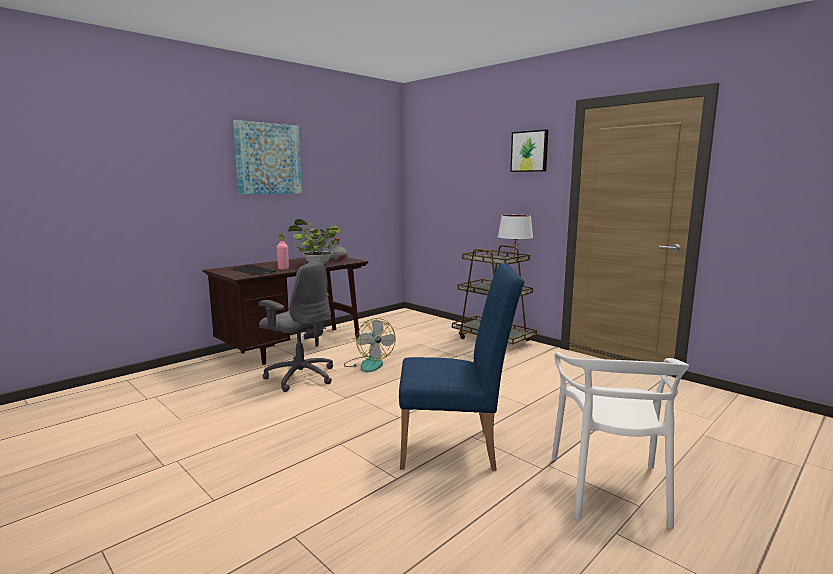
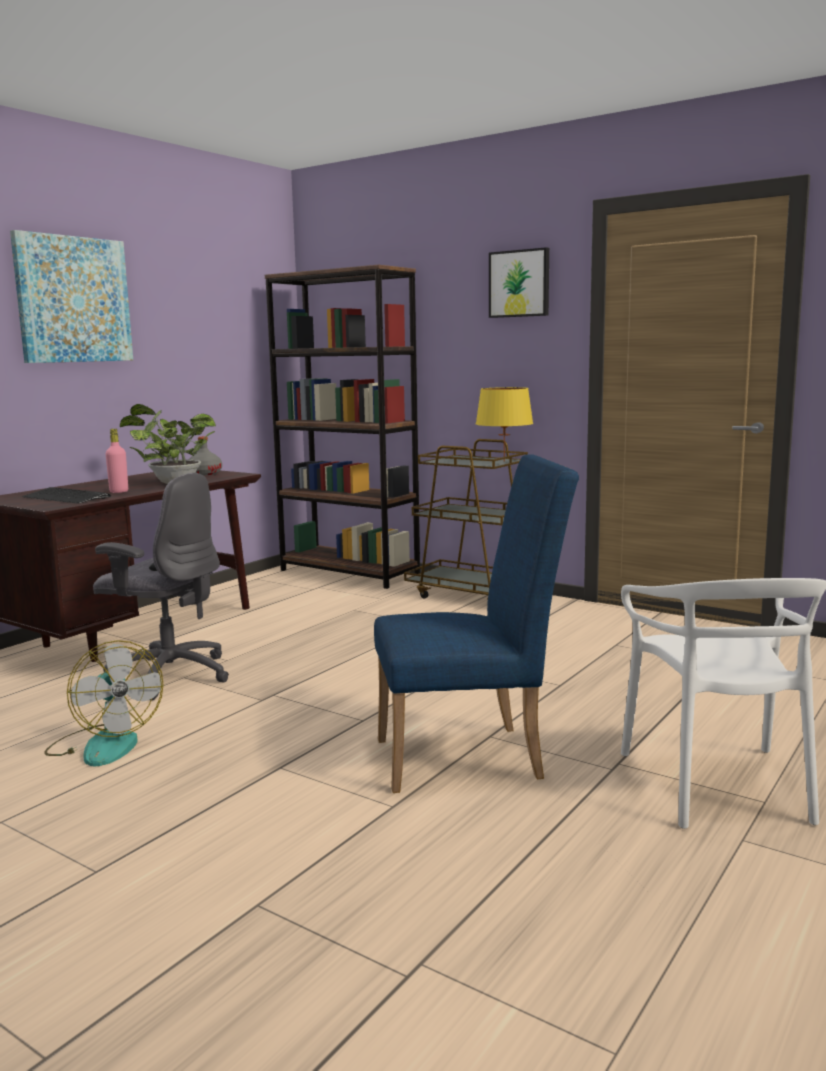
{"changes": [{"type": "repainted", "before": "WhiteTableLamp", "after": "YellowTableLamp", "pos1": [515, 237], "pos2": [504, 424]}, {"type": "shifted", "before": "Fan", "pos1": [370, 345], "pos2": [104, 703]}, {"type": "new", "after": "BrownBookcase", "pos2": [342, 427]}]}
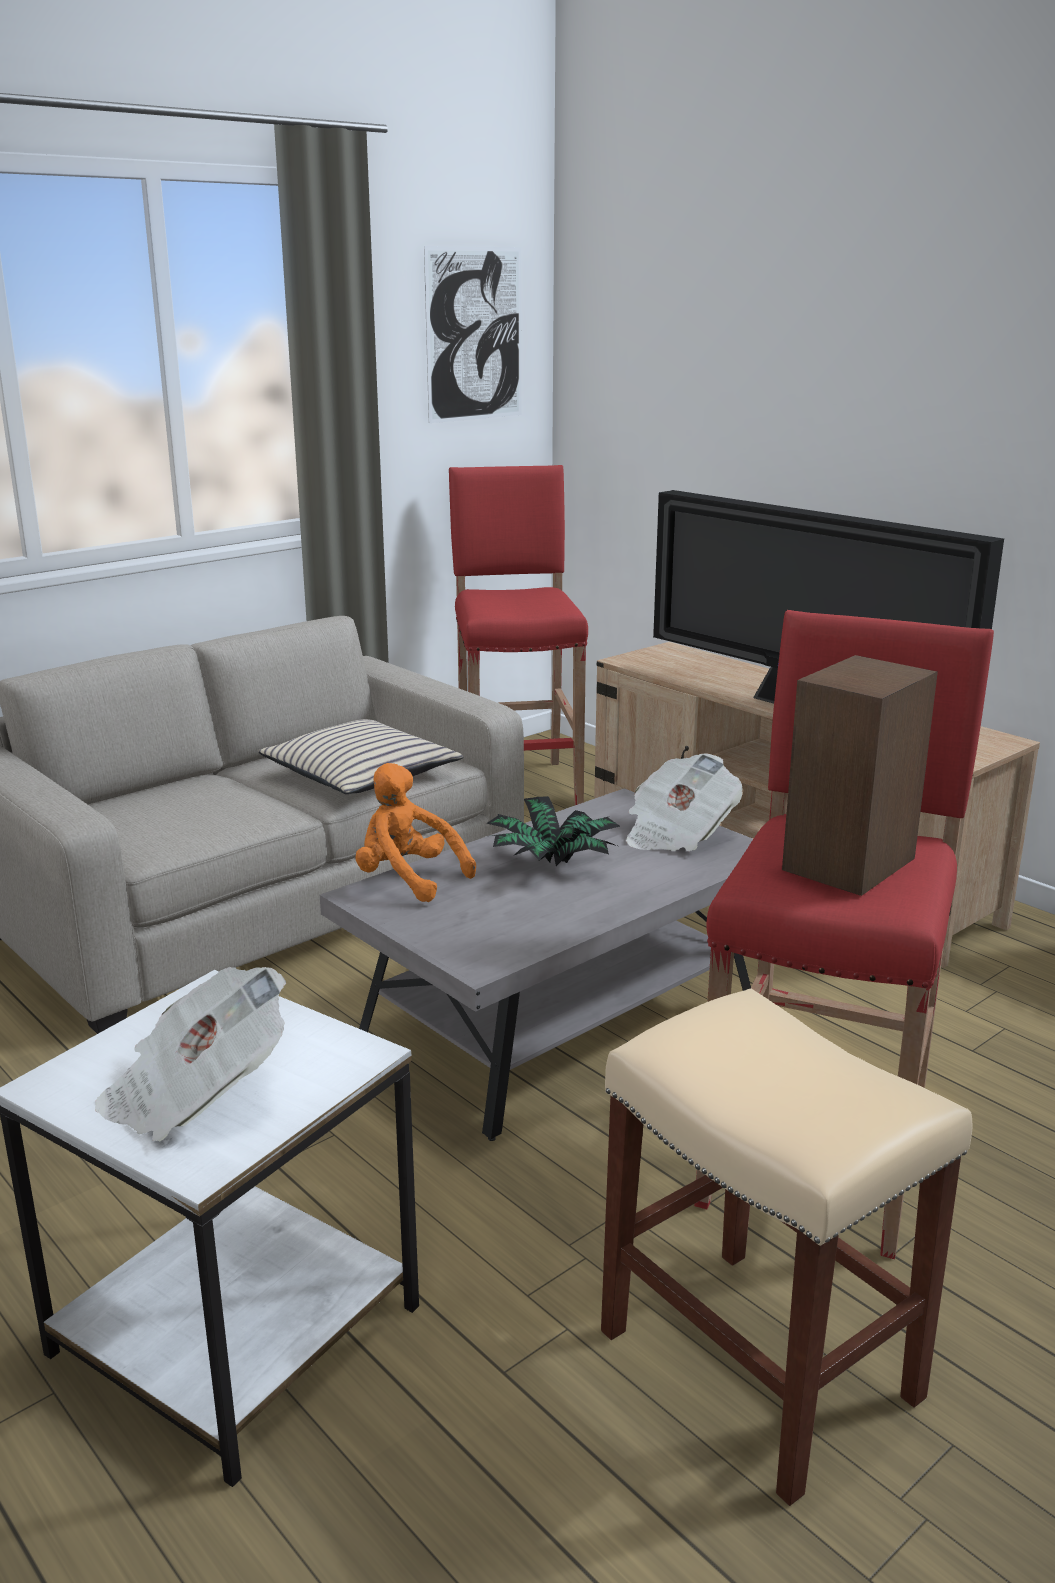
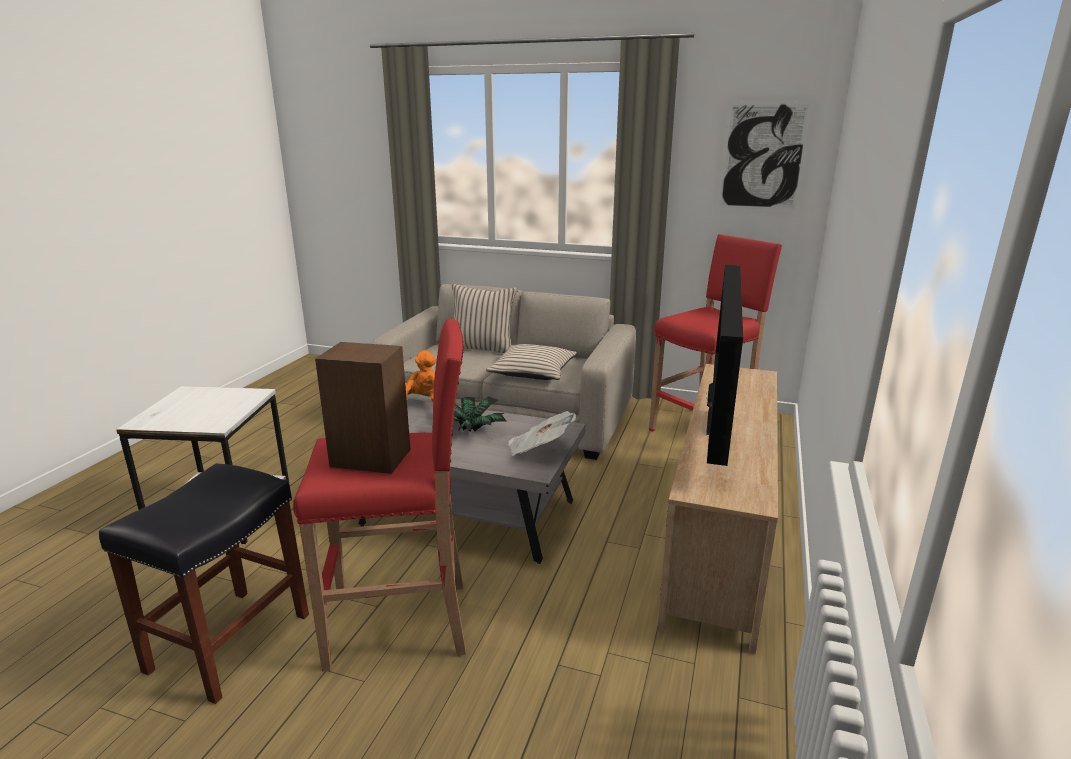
{"changes": [{"type": "gone", "before": "Newspaper", "pos1": [190, 1054]}, {"type": "repainted", "before": "BeigeStool", "after": "BlackStool", "pos1": [786, 1247], "pos2": [204, 583]}, {"type": "new", "after": "BeigePillow", "pos2": [485, 318]}]}
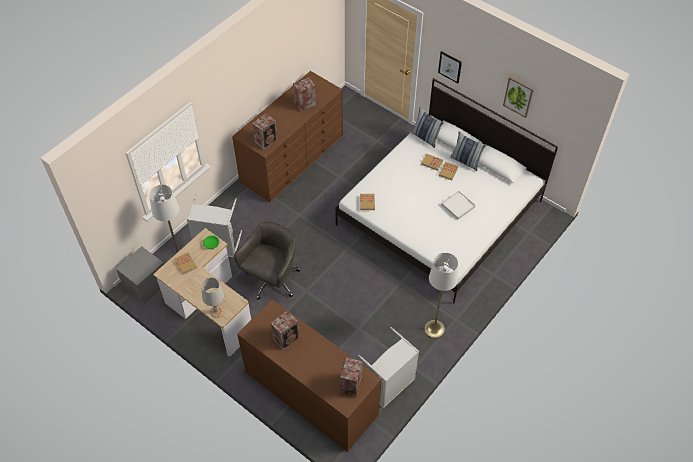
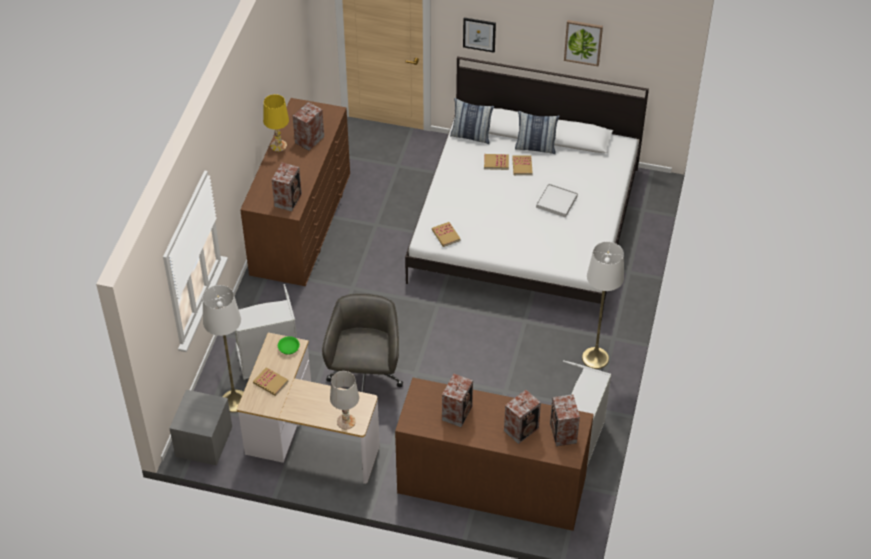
{"changes": [{"type": "new", "after": "YellowTableLamp", "pos2": [276, 123]}, {"type": "new", "after": "Speaker", "pos2": [522, 417]}]}
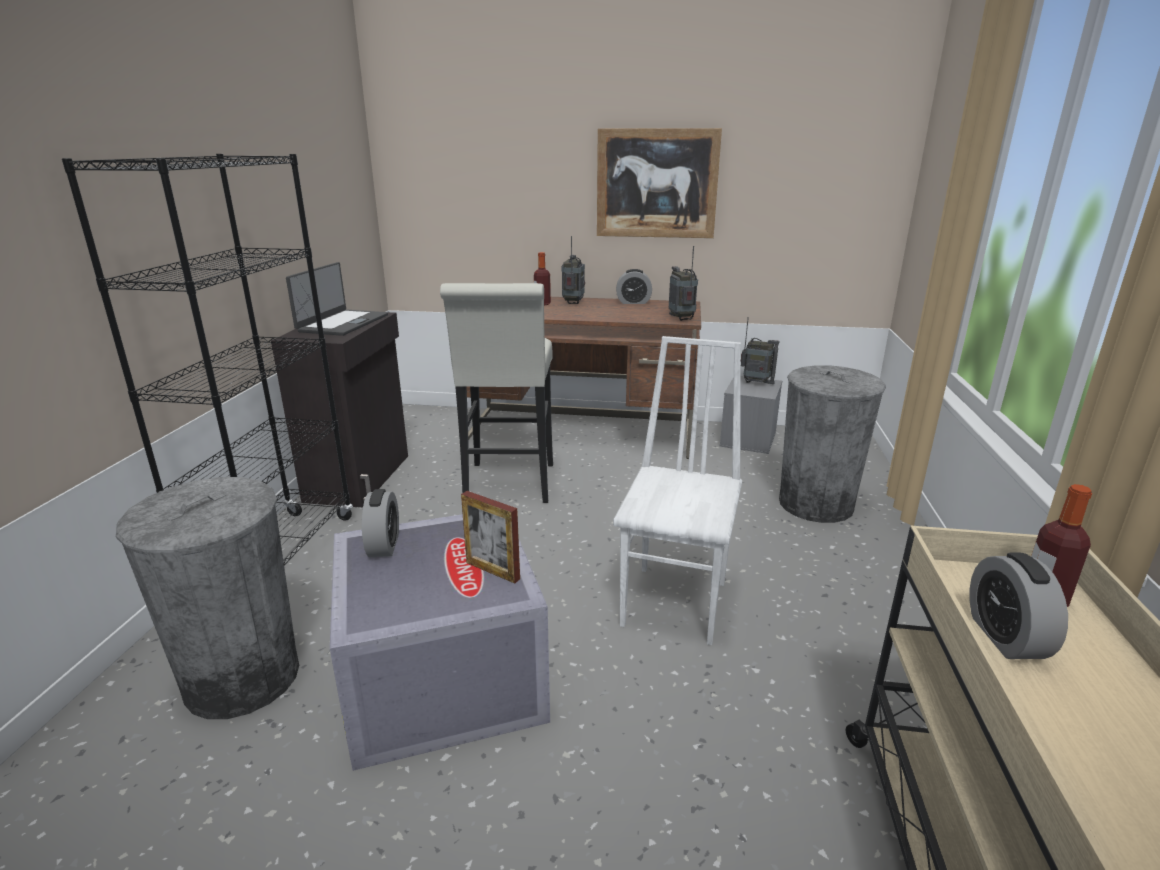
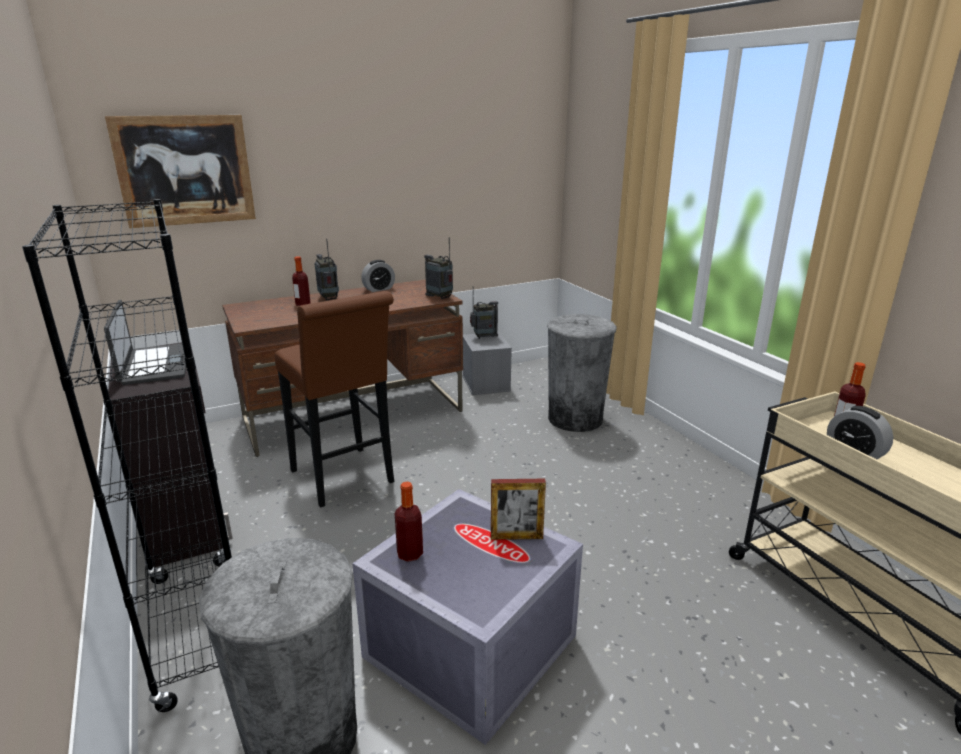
{"changes": [{"type": "shifted", "before": "Picture", "pos1": [659, 183], "pos2": [180, 171]}, {"type": "repainted", "before": "WhiteStool", "after": "BrownStool", "pos1": [496, 393], "pos2": [334, 399]}, {"type": "gone", "before": "WhiteChair", "pos1": [677, 490]}, {"type": "swapped", "before": "AlarmClock", "after": "Bottle", "pos1": [380, 523], "pos2": [409, 522]}]}
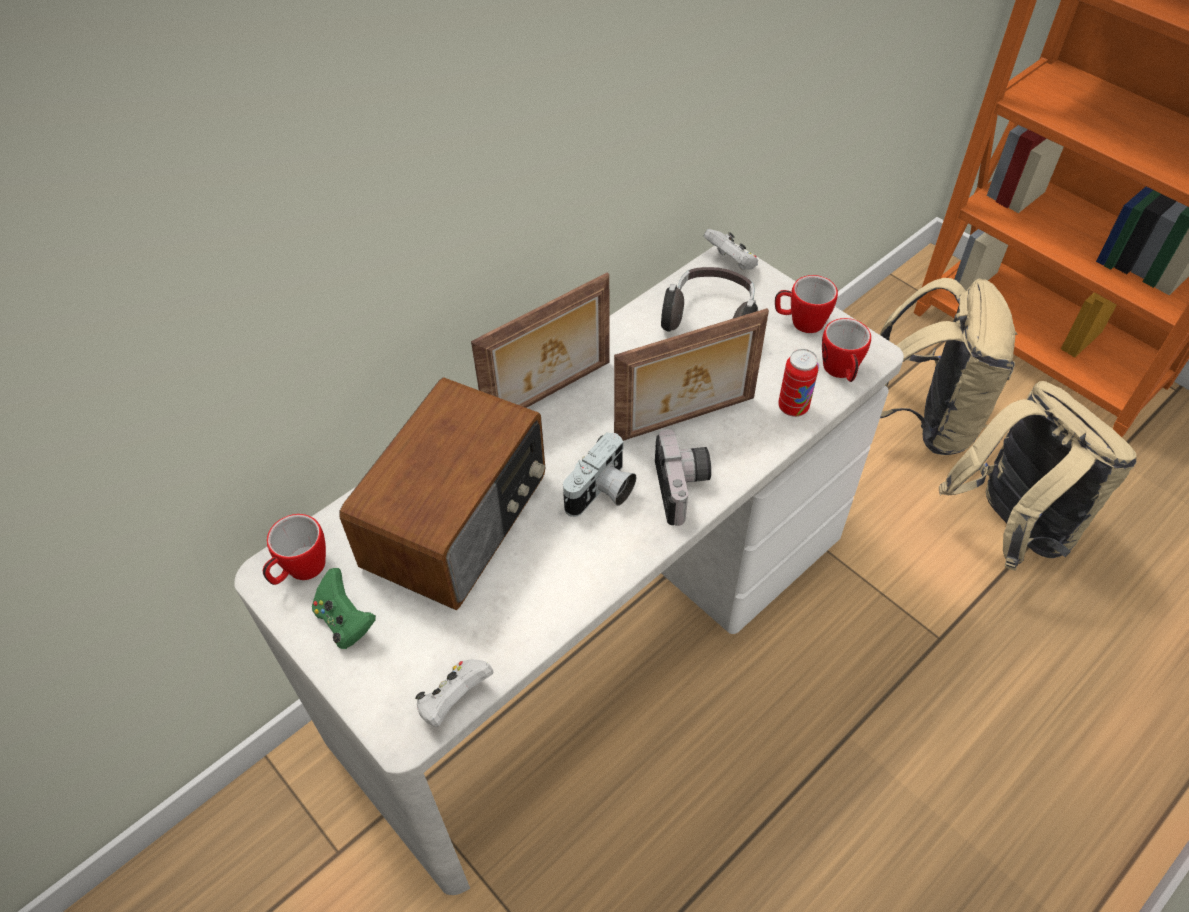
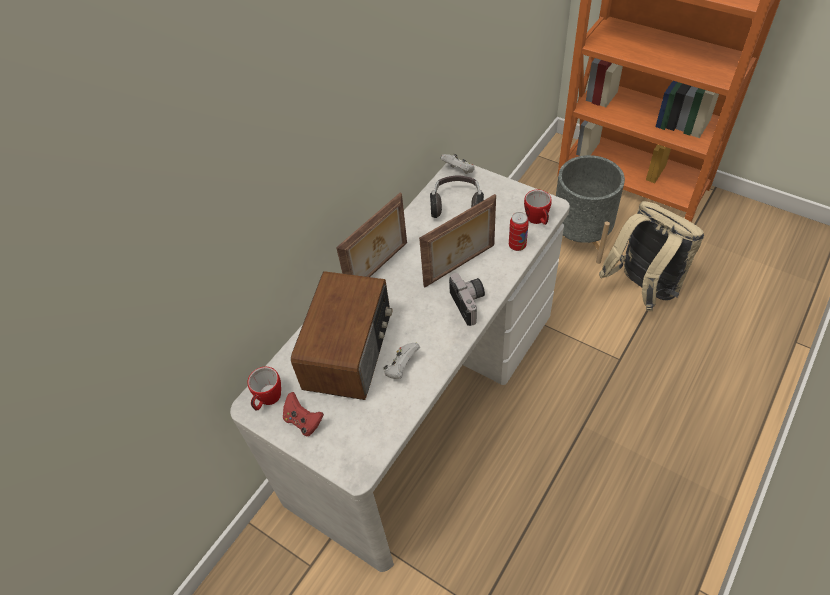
{"changes": [{"type": "gone", "before": "Mug", "pos1": [806, 304]}, {"type": "swapped", "before": "BeigeBackpack", "after": "GreyPlanter", "pos1": [949, 366], "pos2": [590, 209]}, {"type": "gone", "before": "PhotoCamera", "pos1": [599, 474]}, {"type": "repainted", "before": "GreenGameController", "after": "RedGameController", "pos1": [344, 608], "pos2": [303, 414]}, {"type": "shifted", "before": "WhiteGameController", "pos1": [454, 693], "pos2": [401, 361]}]}
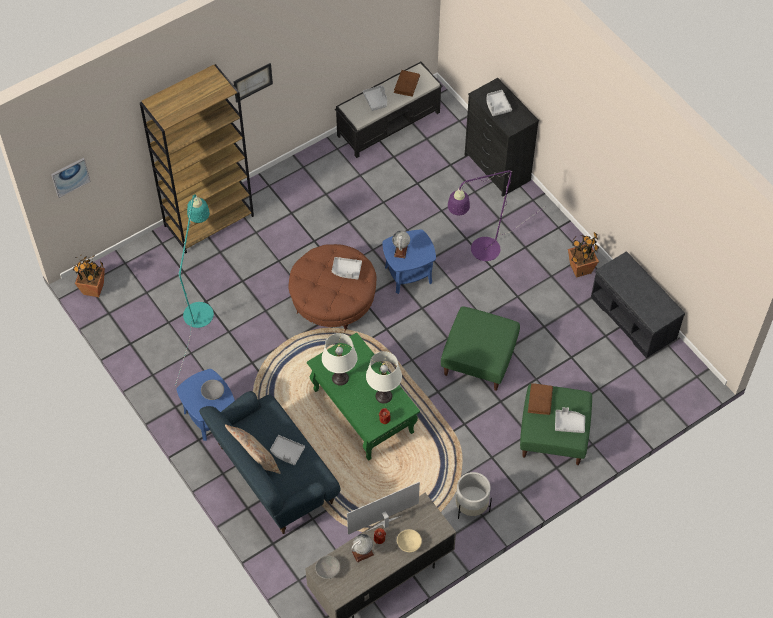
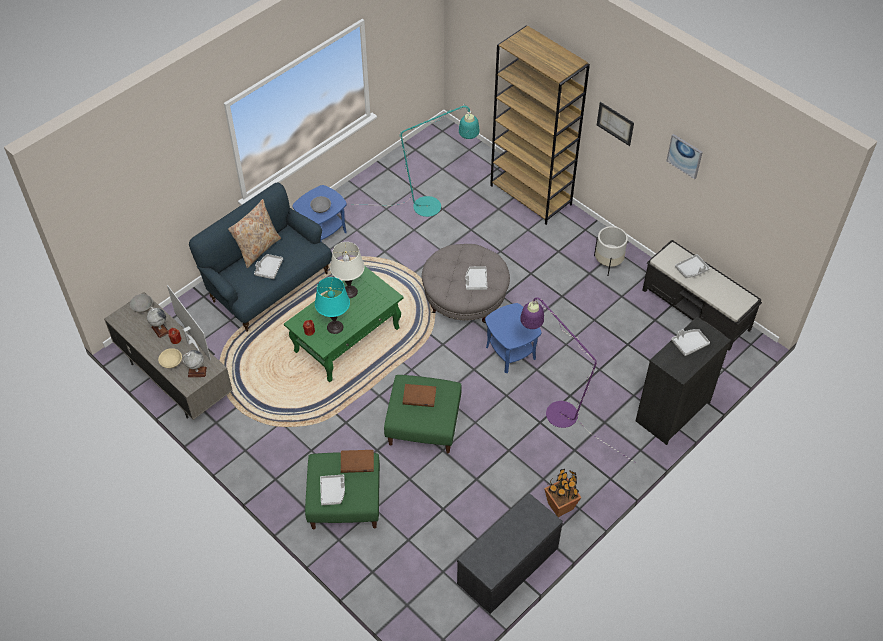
{"changes": [{"type": "shifted", "before": "BrownBook", "pos1": [407, 83], "pos2": [419, 395]}, {"type": "shifted", "before": "Picture", "pos1": [71, 178], "pos2": [684, 156]}, {"type": "shifted", "before": "Globe", "pos1": [401, 244], "pos2": [194, 363]}, {"type": "repainted", "before": "BrownOttoman", "after": "GreyOttoman", "pos1": [332, 288], "pos2": [466, 283]}, {"type": "gone", "before": "PottedPlant", "pos1": [89, 276]}, {"type": "repainted", "before": "WhiteTableLamp", "after": "TurquoiseTableLamp", "pos1": [384, 377], "pos2": [332, 305]}, {"type": "shifted", "before": "WhitePlanter", "pos1": [474, 495], "pos2": [611, 250]}]}
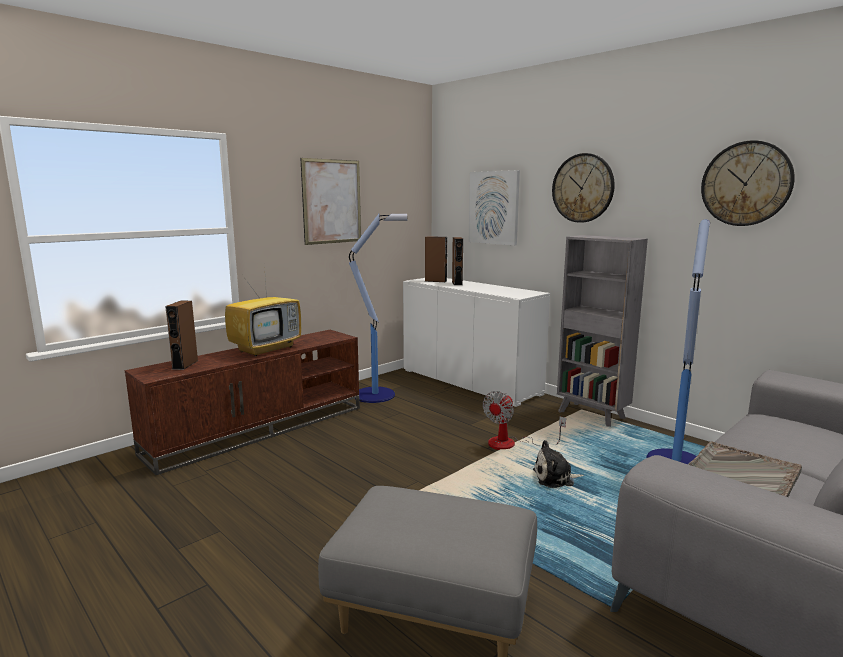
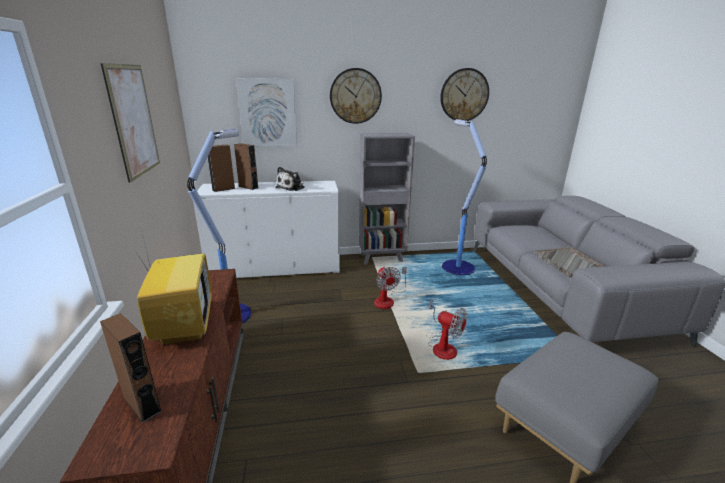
{"changes": [{"type": "shifted", "before": "PlushToy", "pos1": [558, 464], "pos2": [290, 179]}, {"type": "new", "after": "Fan", "pos2": [446, 330]}]}
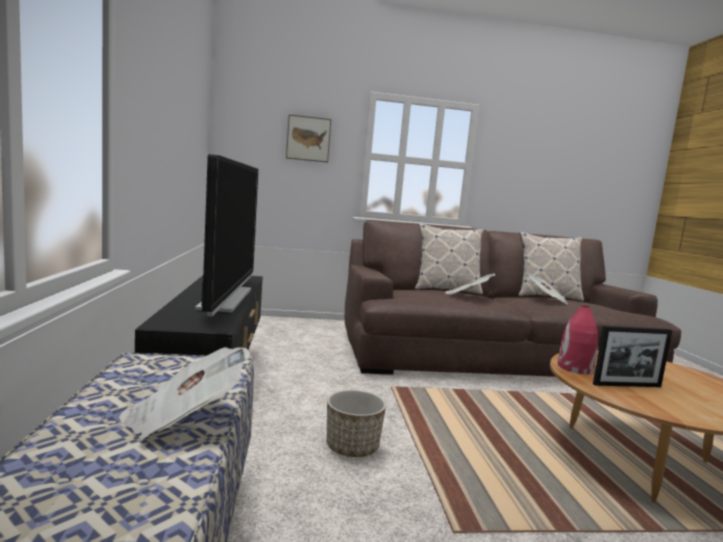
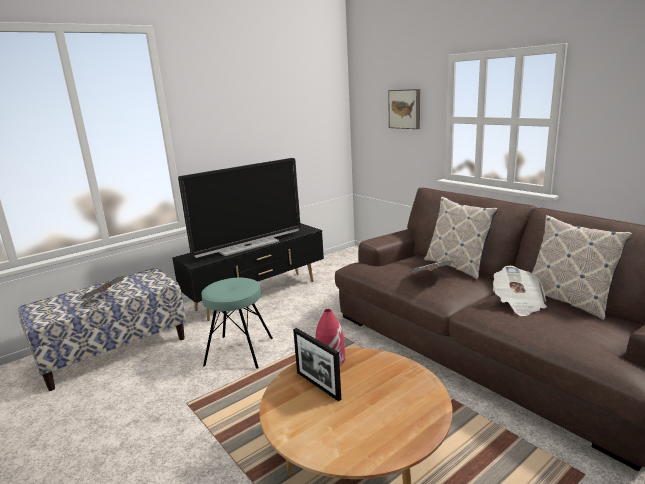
{"changes": [{"type": "swapped", "before": "Planter", "after": "TurquoiseStool", "pos1": [356, 423], "pos2": [237, 323]}]}
